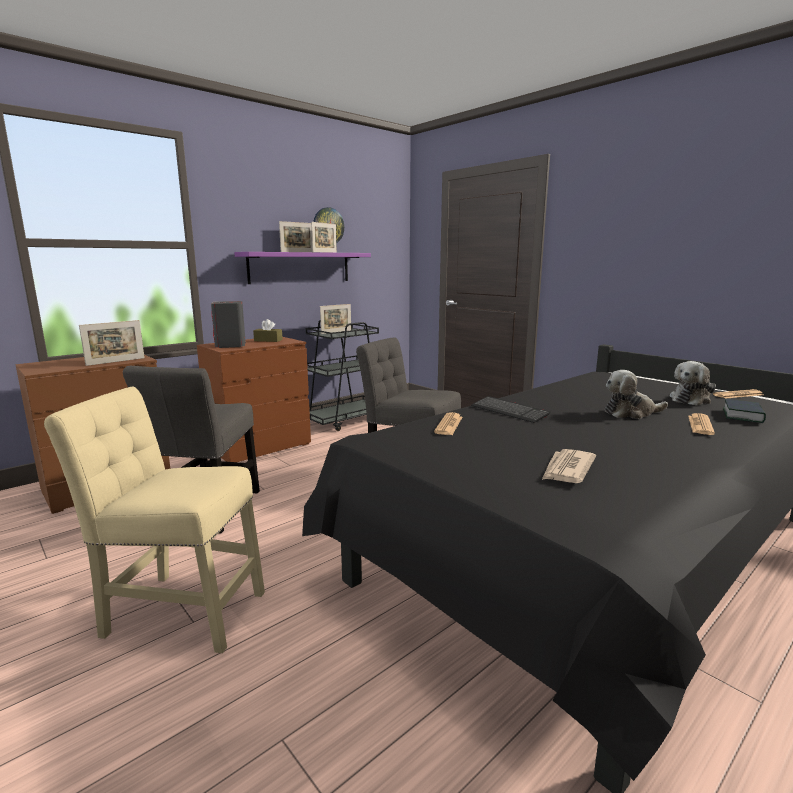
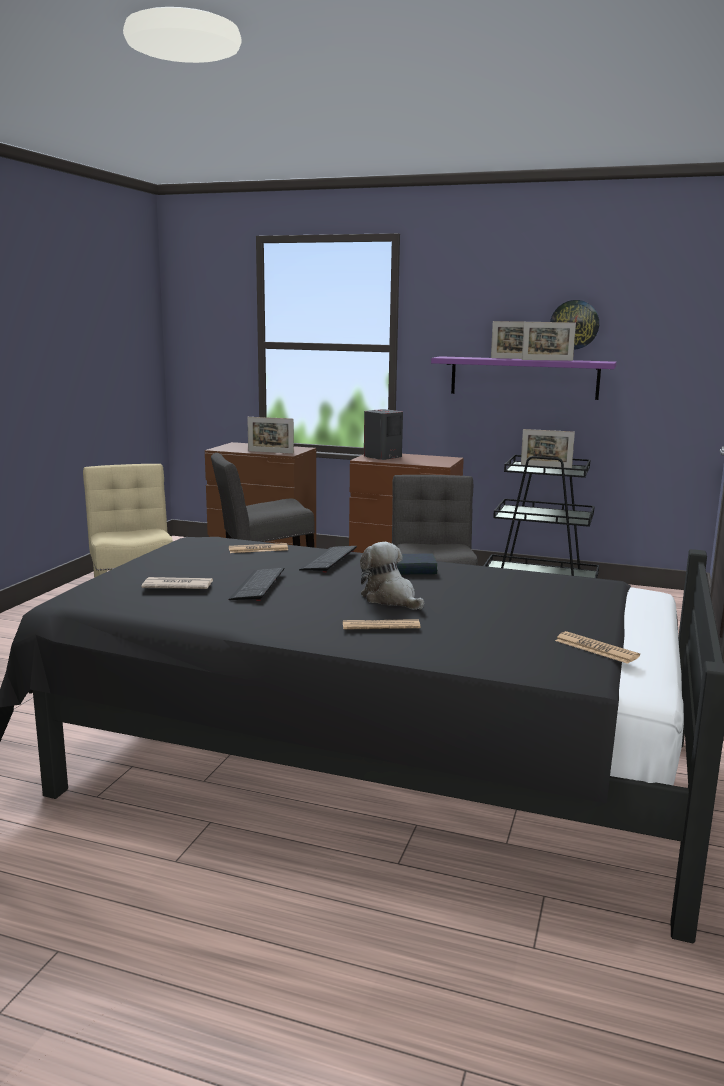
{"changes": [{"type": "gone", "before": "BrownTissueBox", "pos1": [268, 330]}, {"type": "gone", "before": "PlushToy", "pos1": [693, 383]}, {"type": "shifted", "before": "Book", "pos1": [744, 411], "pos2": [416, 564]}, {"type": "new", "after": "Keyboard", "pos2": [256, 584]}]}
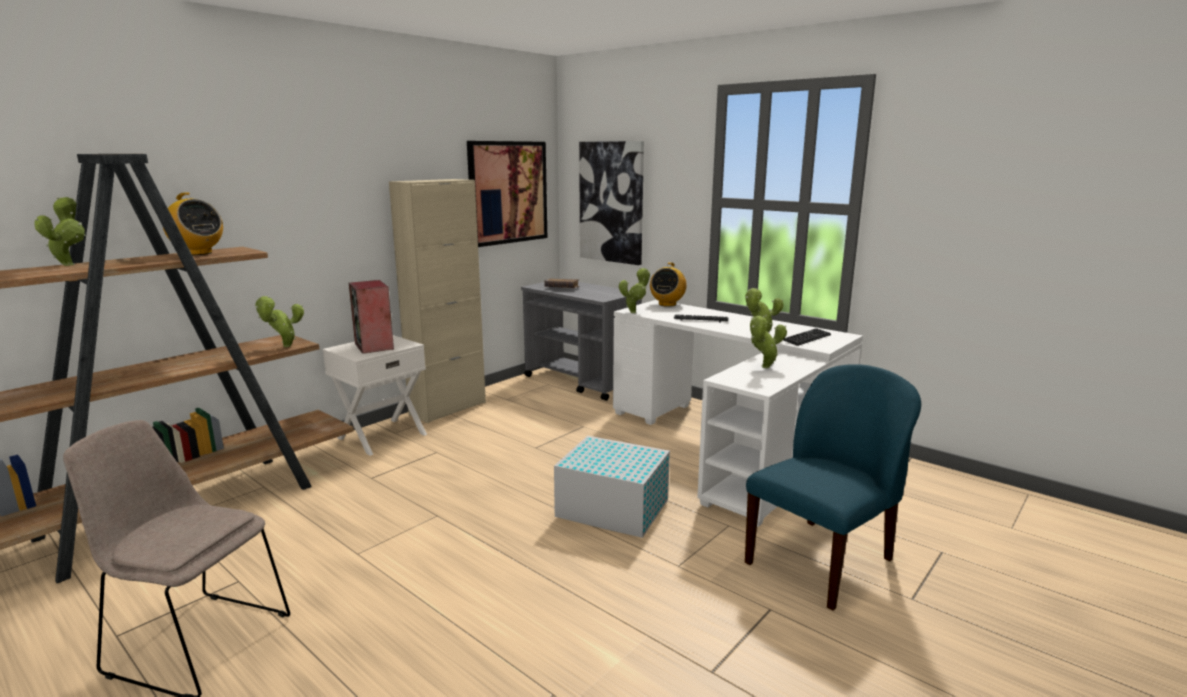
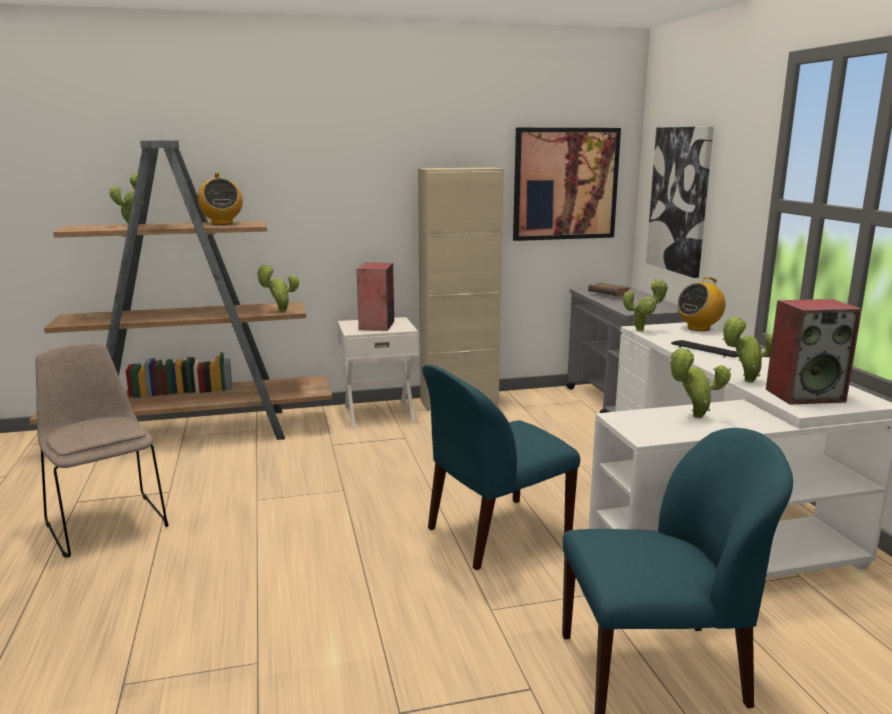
{"changes": [{"type": "swapped", "before": "Keyboard", "after": "Speaker", "pos1": [807, 337], "pos2": [814, 352]}, {"type": "swapped", "before": "WhiteStorageBox", "after": "BlueChair", "pos1": [612, 487], "pos2": [501, 467]}]}
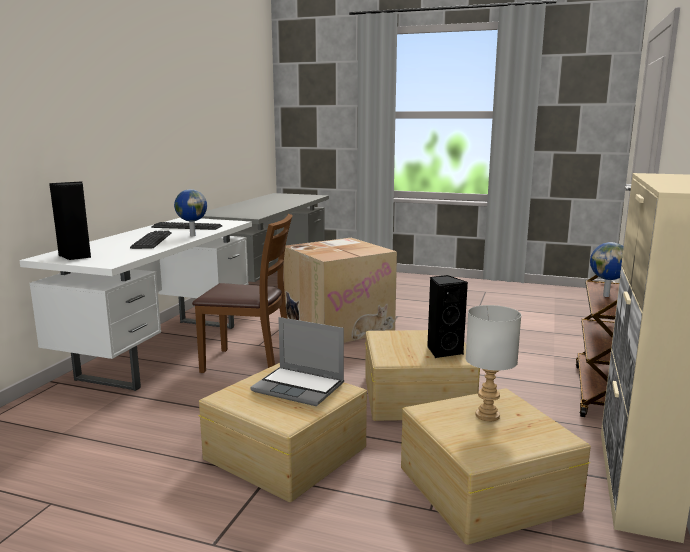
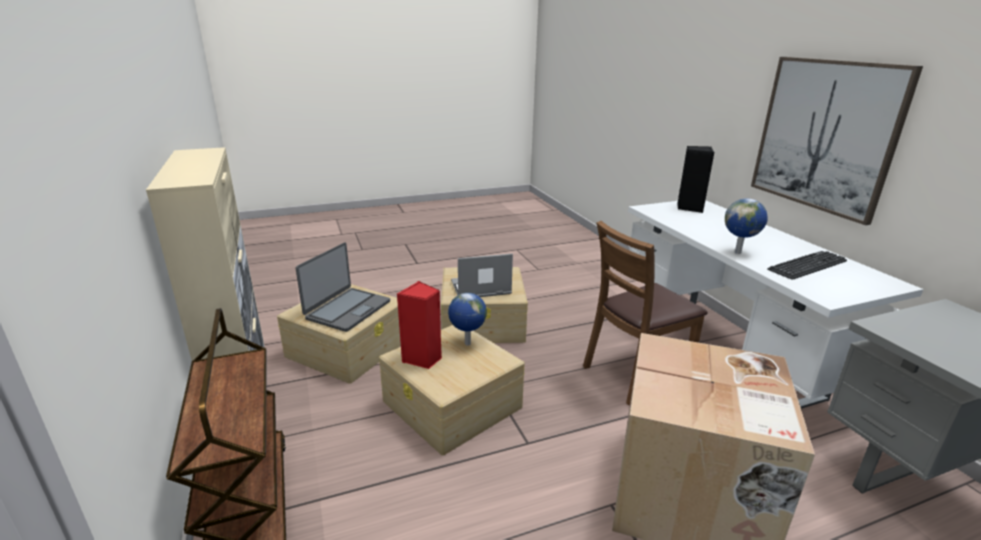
{"changes": [{"type": "gone", "before": "Keyboard", "pos1": [151, 240]}, {"type": "shifted", "before": "Globe", "pos1": [607, 269], "pos2": [467, 319]}, {"type": "repainted", "before": "BlackSpeaker", "after": "RedSpeaker", "pos1": [447, 316], "pos2": [419, 325]}, {"type": "swapped", "before": "GreyTableLamp", "after": "Laptop", "pos1": [493, 363], "pos2": [343, 287]}, {"type": "new", "after": "Picture", "pos2": [837, 141]}]}
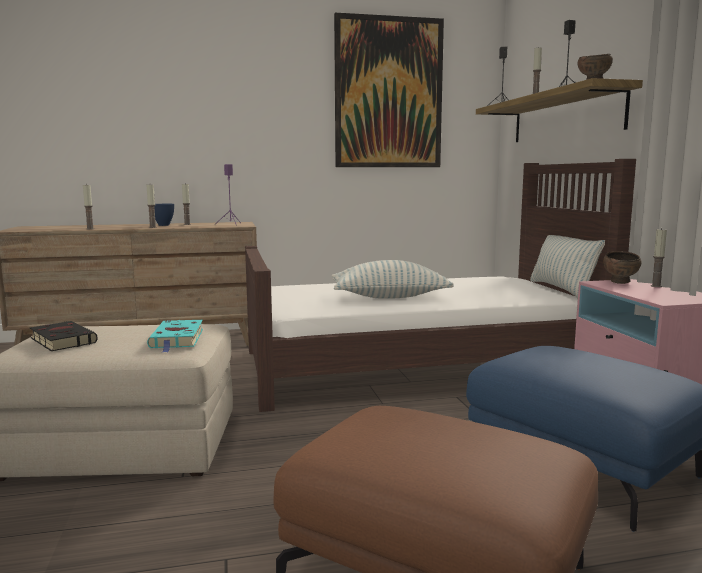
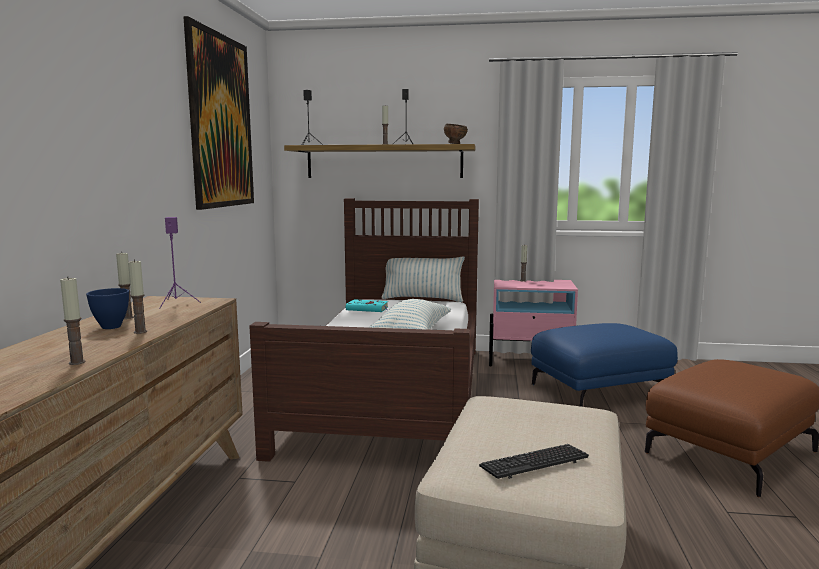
{"changes": [{"type": "gone", "before": "BrownBowl", "pos1": [622, 267]}, {"type": "shifted", "before": "TurquoiseBook", "pos1": [175, 336], "pos2": [367, 305]}, {"type": "swapped", "before": "BlackBook", "after": "Keyboard", "pos1": [64, 336], "pos2": [534, 461]}]}
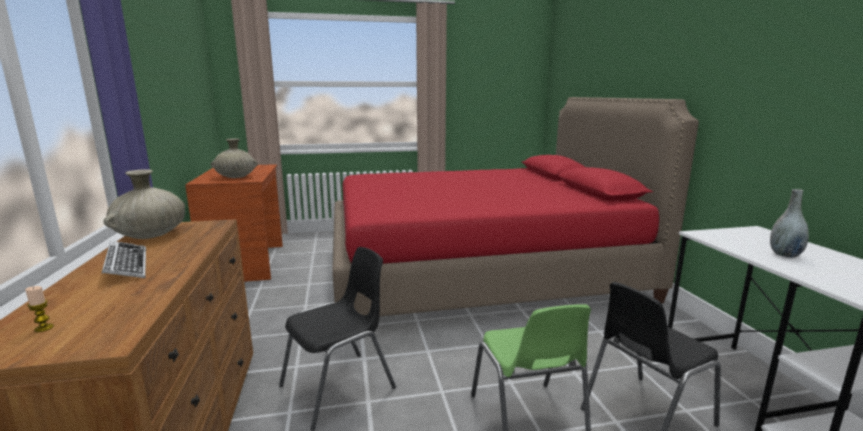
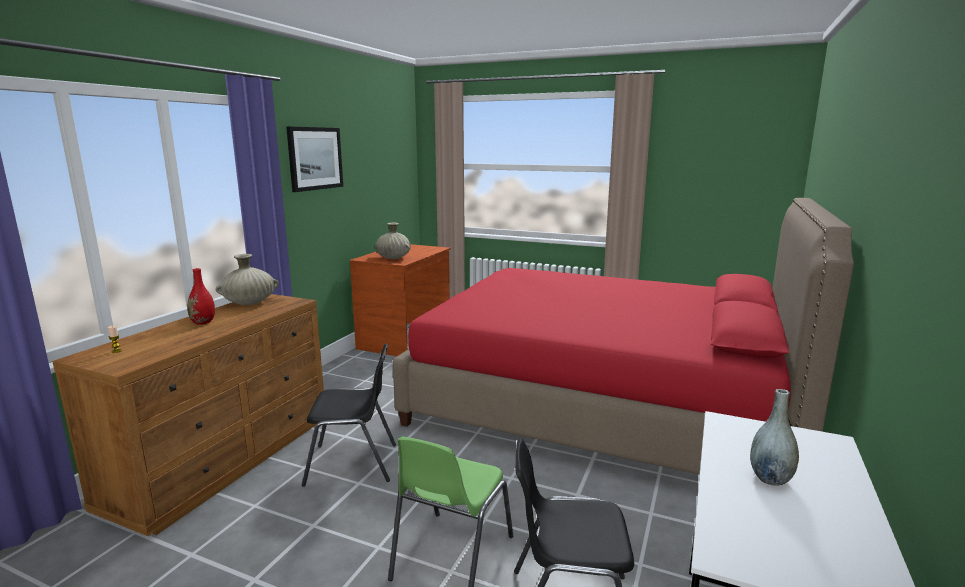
{"changes": [{"type": "swapped", "before": "Keyboard", "after": "RedVase", "pos1": [124, 259], "pos2": [201, 296]}, {"type": "new", "after": "Picture", "pos2": [314, 159]}]}
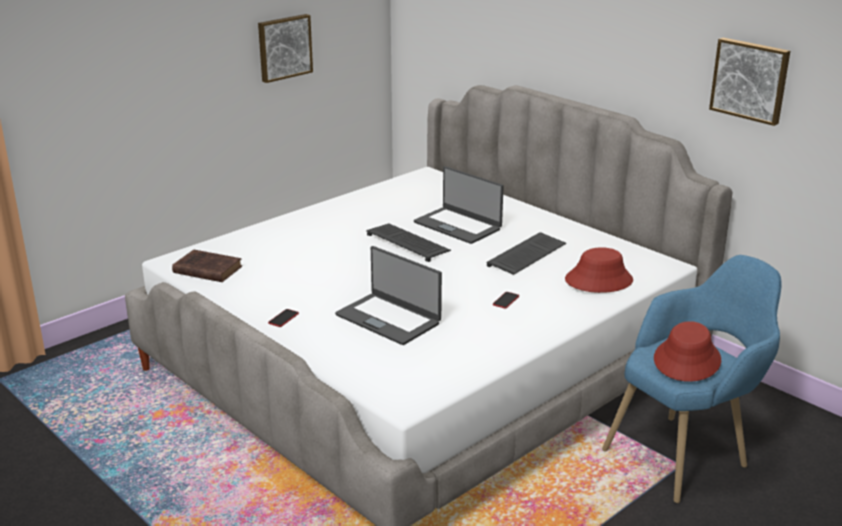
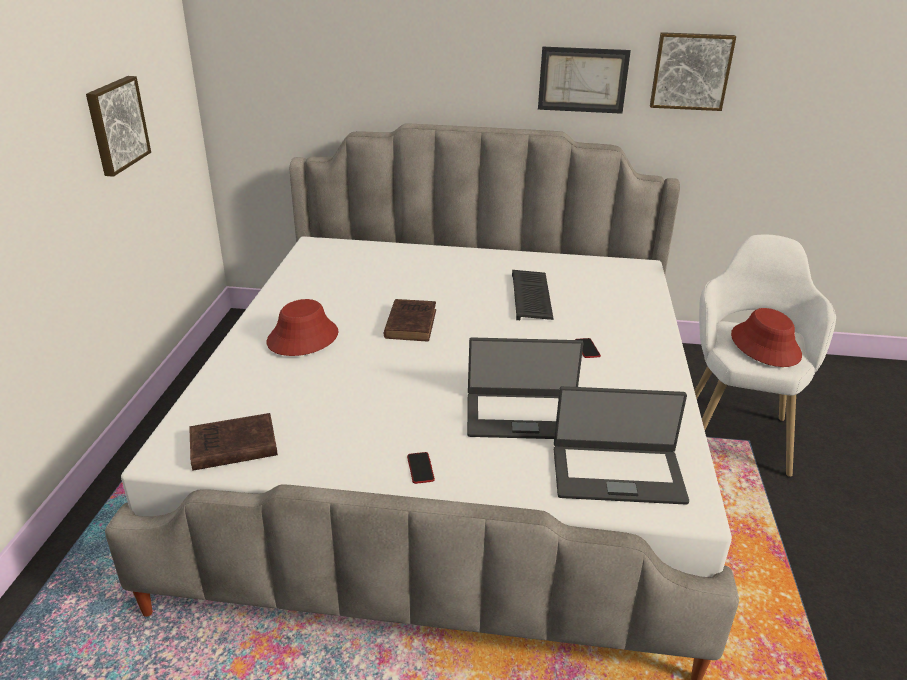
{"changes": [{"type": "shifted", "before": "Laptop", "pos1": [459, 205], "pos2": [621, 445]}, {"type": "swapped", "before": "Keyboard", "after": "BrownBook", "pos1": [408, 242], "pos2": [410, 320]}, {"type": "shifted", "before": "RedHat", "pos1": [599, 270], "pos2": [302, 327]}, {"type": "repainted", "before": "BlueArmchair", "after": "WhiteArmchair", "pos1": [692, 379], "pos2": [765, 356]}, {"type": "new", "after": "Picture", "pos2": [584, 80]}]}
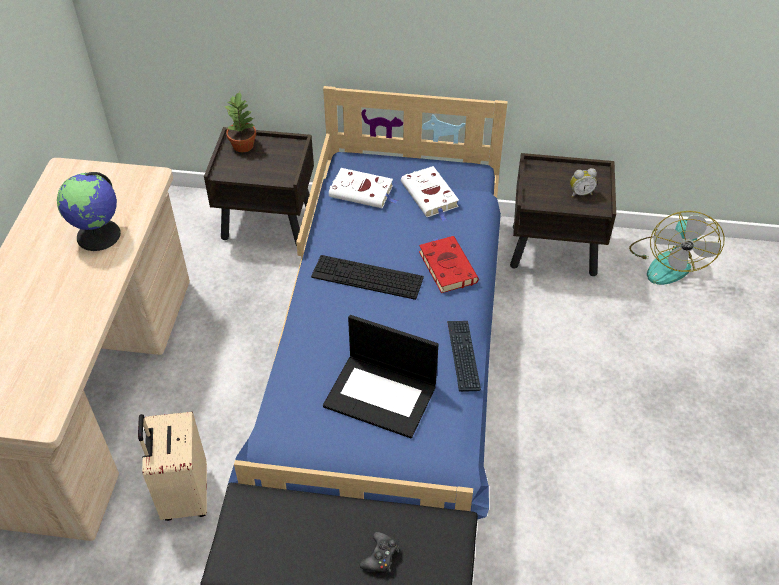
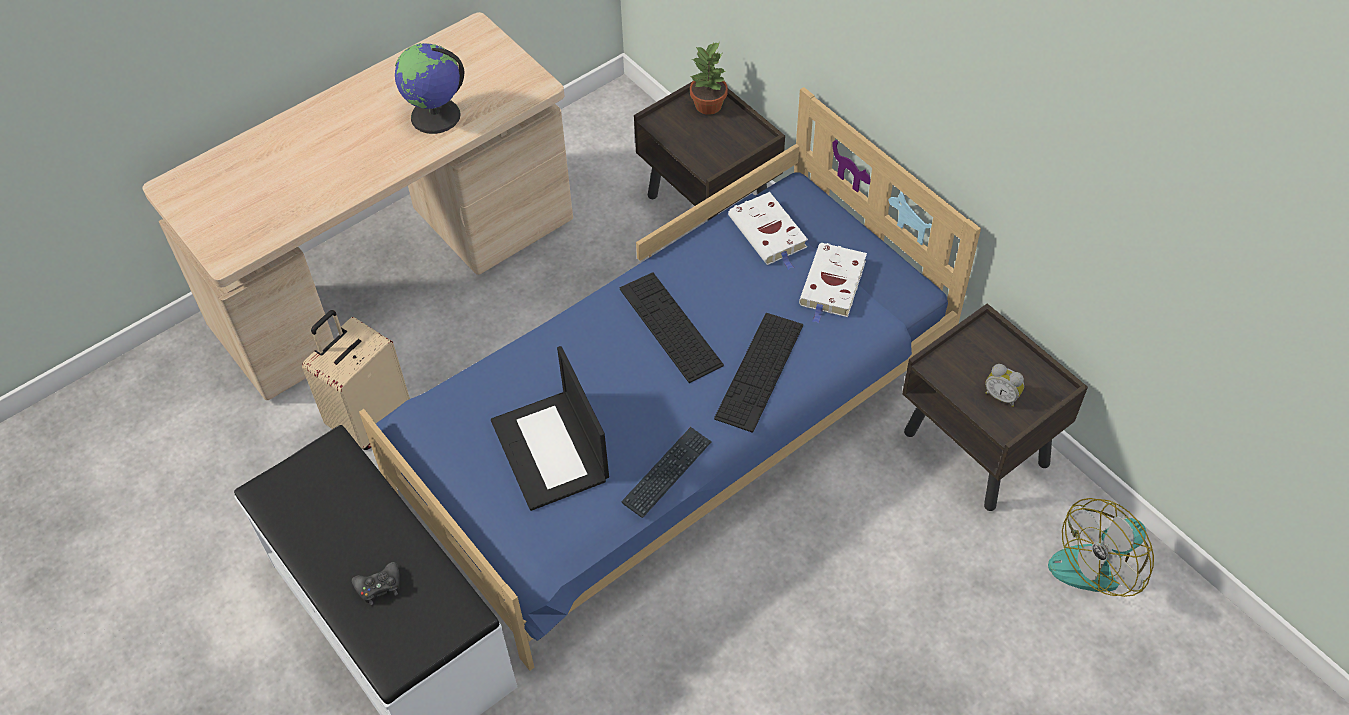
{"changes": [{"type": "swapped", "before": "RedBook", "after": "Keyboard", "pos1": [449, 264], "pos2": [758, 373]}]}
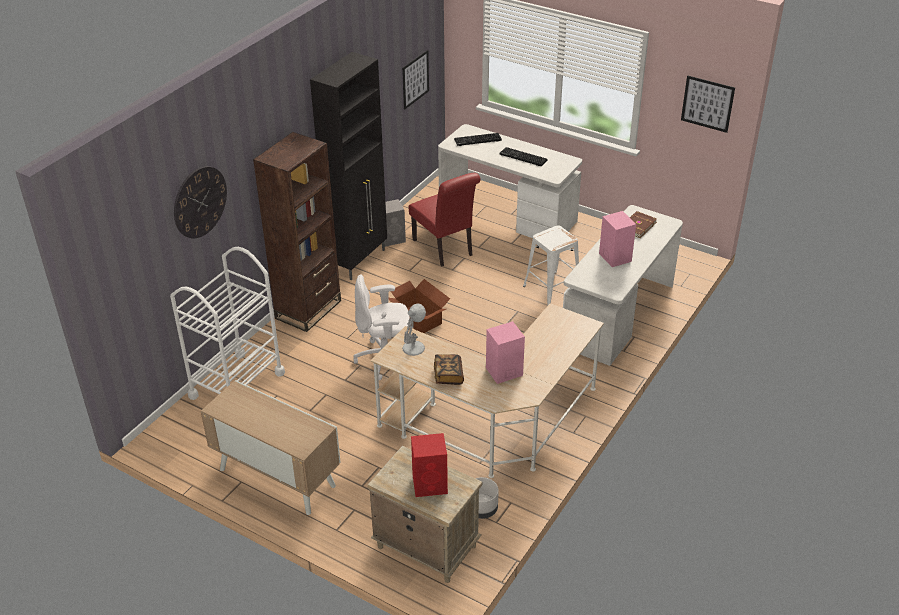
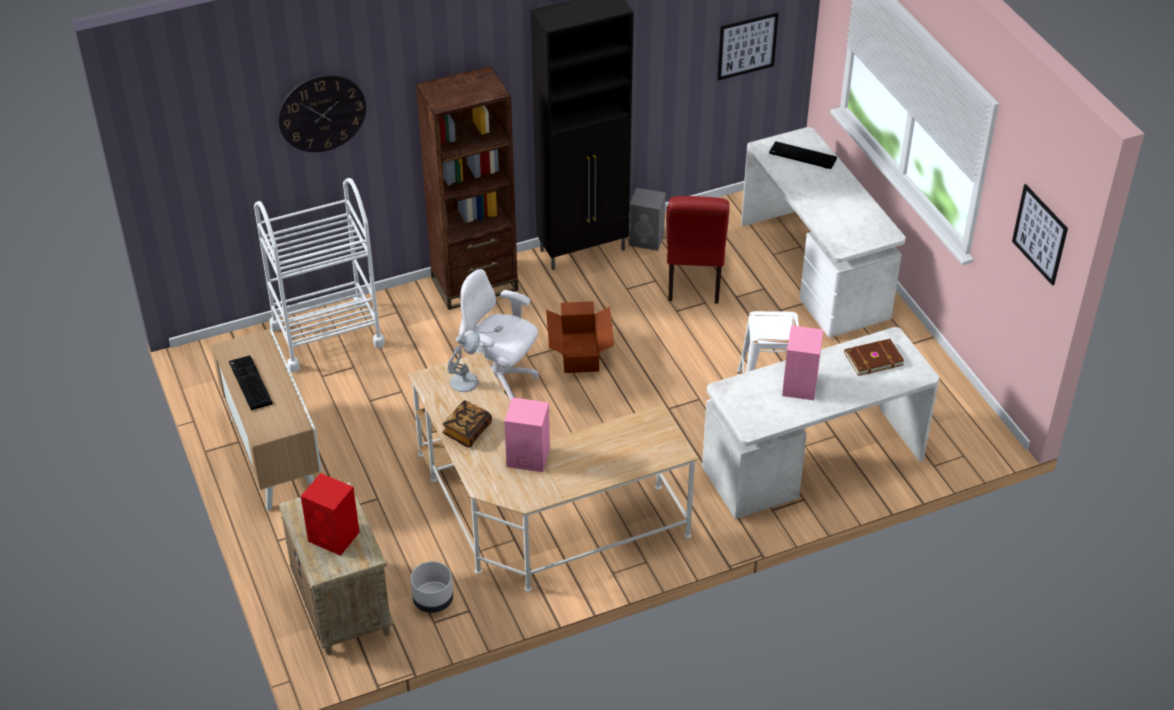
{"changes": [{"type": "shifted", "before": "Keyboard", "pos1": [523, 156], "pos2": [251, 382]}]}
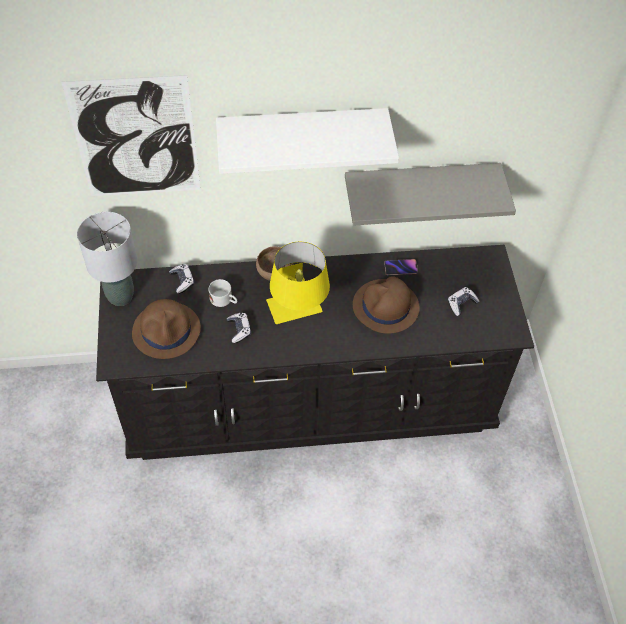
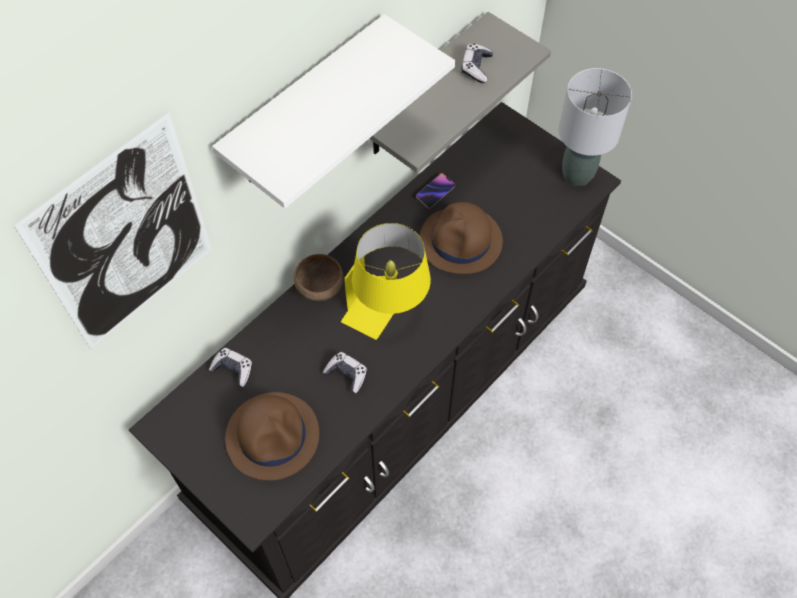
{"changes": [{"type": "shifted", "before": "GreyTableLamp", "pos1": [107, 259], "pos2": [595, 127]}, {"type": "gone", "before": "WhiteMug", "pos1": [223, 293]}, {"type": "shifted", "before": "GameController", "pos1": [464, 301], "pos2": [477, 63]}]}
